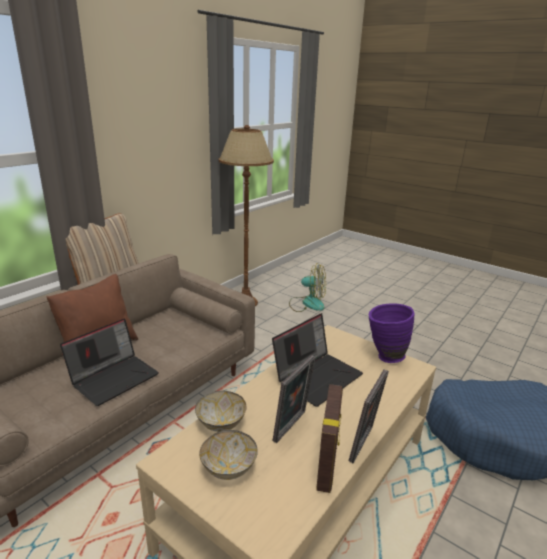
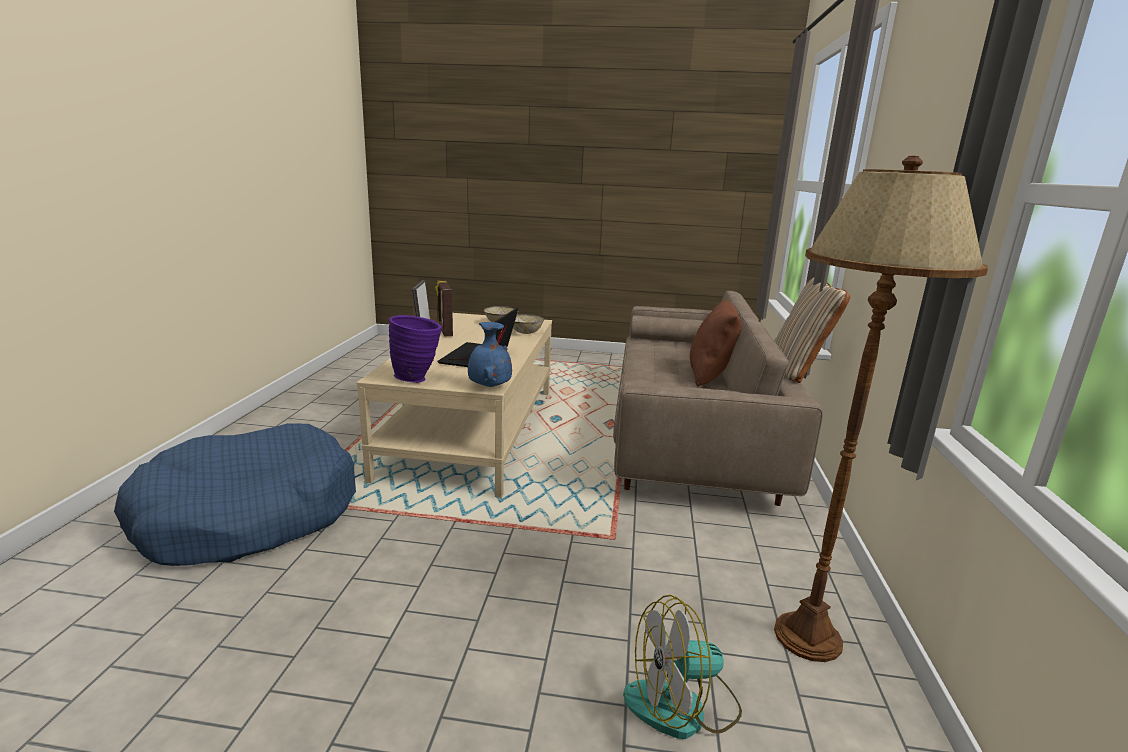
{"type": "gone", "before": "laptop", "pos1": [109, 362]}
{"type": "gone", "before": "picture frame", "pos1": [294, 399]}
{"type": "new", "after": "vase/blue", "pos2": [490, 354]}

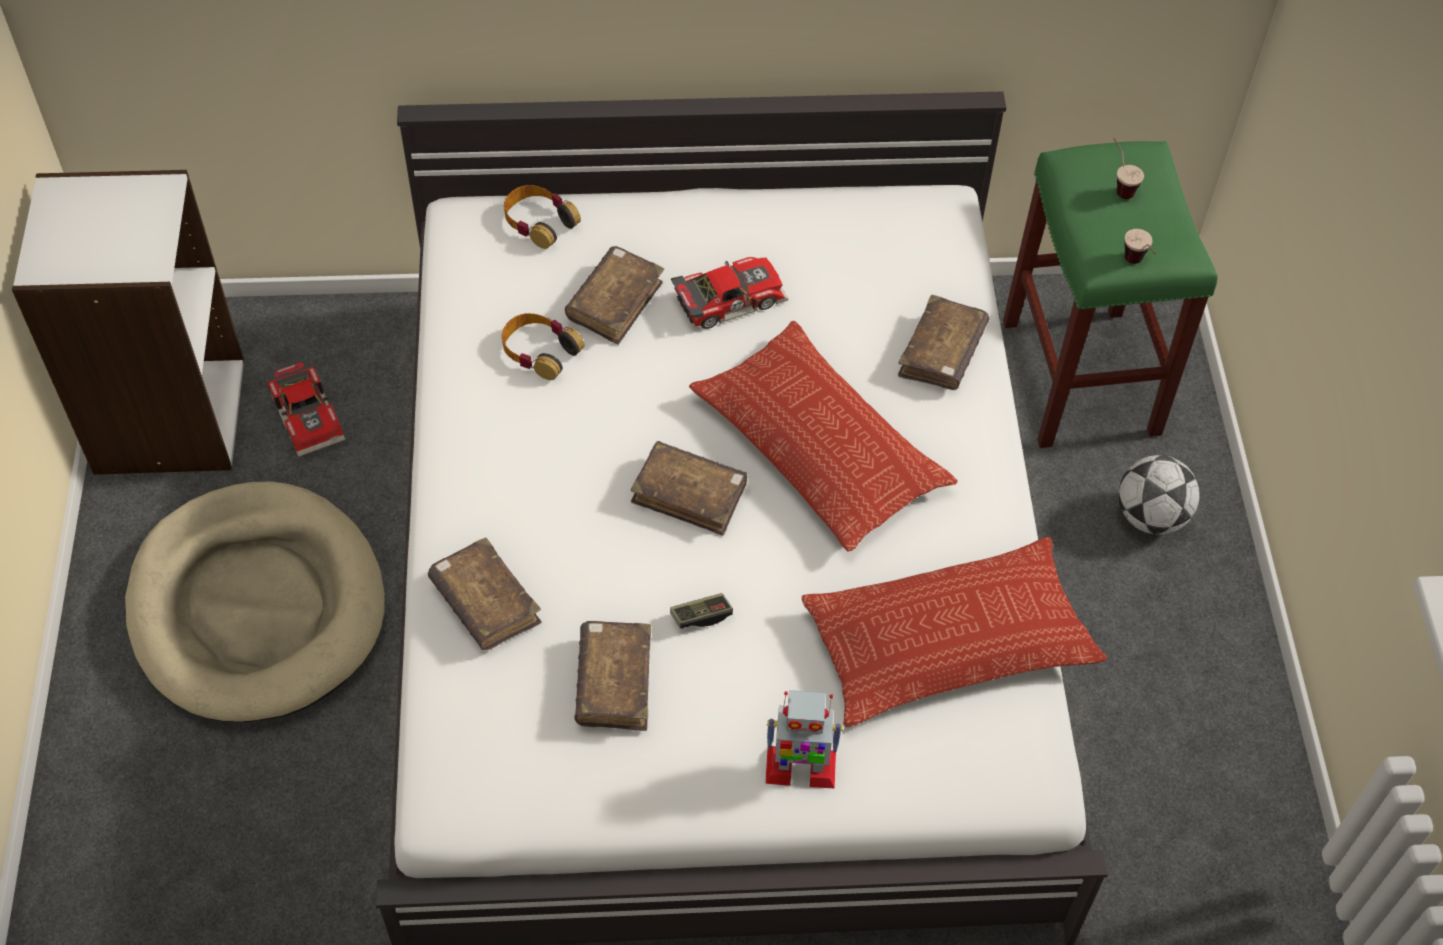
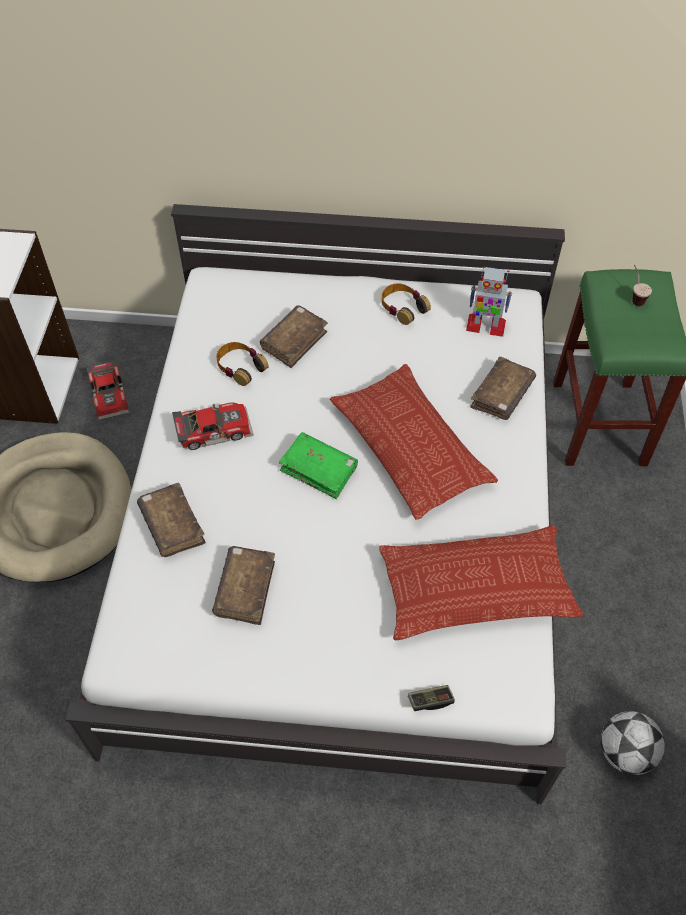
{"type": "gone", "before": "cup", "pos1": [1140, 246]}
{"type": "shifted", "before": "headphones", "pos1": [542, 217], "pos2": [406, 304]}
{"type": "shifted", "before": "game controller", "pos1": [701, 611], "pos2": [431, 698]}
{"type": "shifted", "before": "toy car", "pos1": [730, 293], "pos2": [213, 426]}
{"type": "shifted", "before": "toy robot", "pos1": [804, 739], "pos2": [489, 302]}
{"type": "shifted", "before": "football", "pos1": [1158, 495], "pos2": [633, 743]}
{"type": "repainted", "before": "book/brown", "after": "book/green", "pos1": [689, 488], "pos2": [318, 465]}

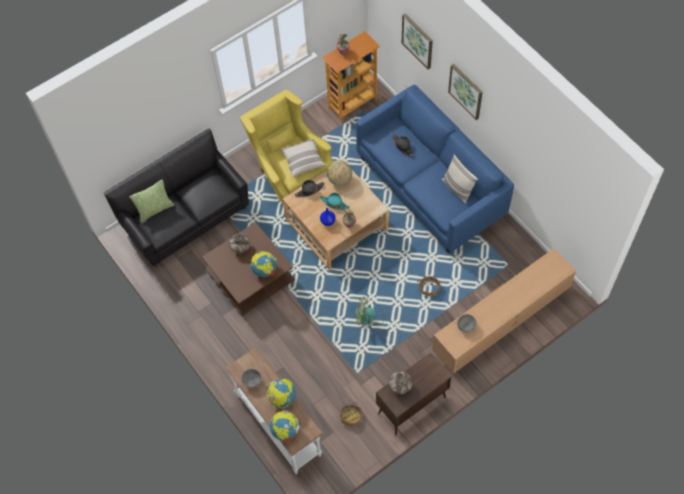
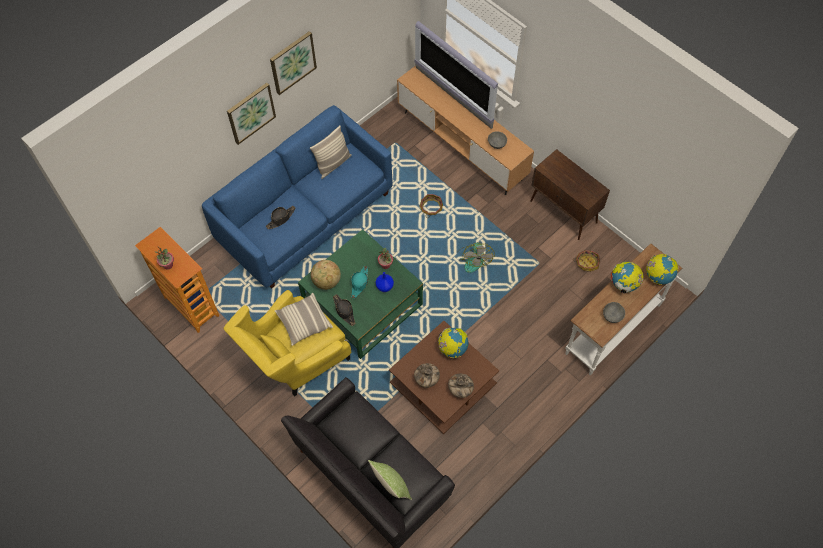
{"type": "new", "after": "television", "pos2": [456, 75]}
{"type": "shifted", "before": "vase", "pos1": [400, 382], "pos2": [461, 385]}
{"type": "shifted", "before": "picture", "pos1": [417, 41], "pos2": [293, 63]}
{"type": "repainted", "before": "coffee table/beige", "after": "coffee table/green", "pos1": [336, 215], "pos2": [360, 294]}

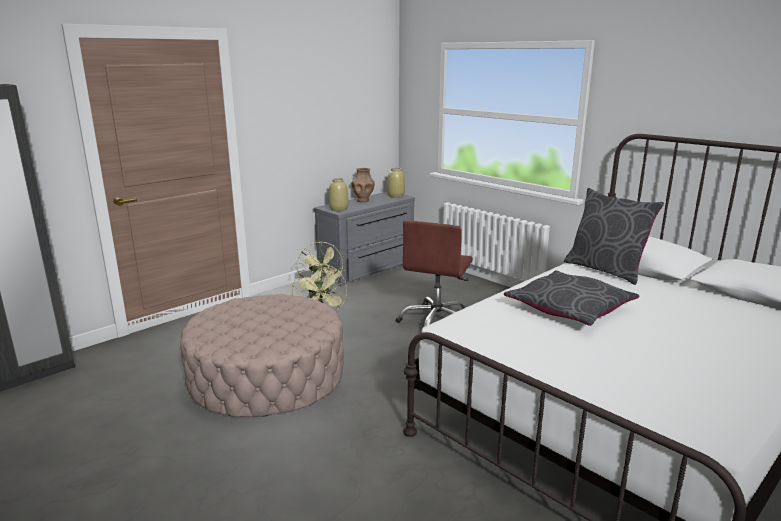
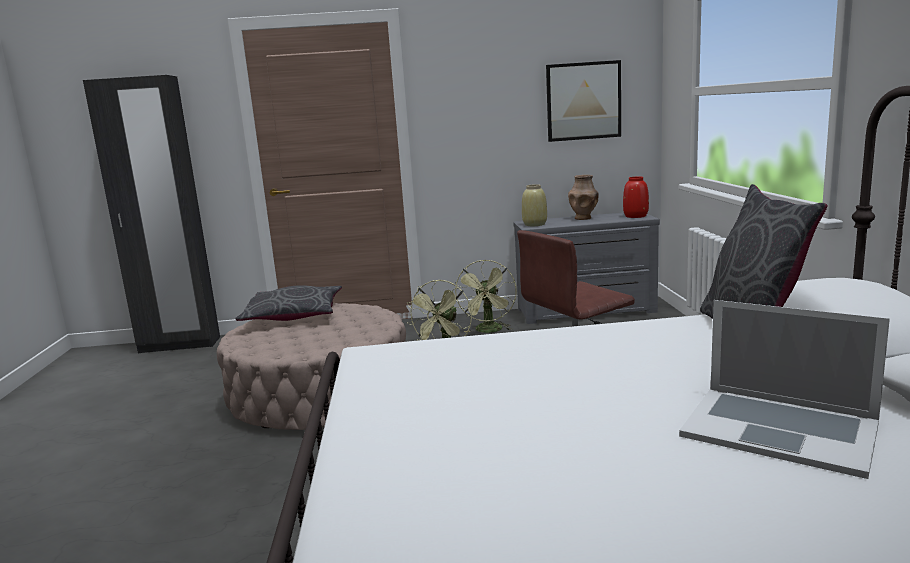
{"type": "new", "after": "picture", "pos2": [583, 101]}
{"type": "new", "after": "laptop", "pos2": [784, 389]}
{"type": "shifted", "before": "pillow/grey", "pos1": [571, 298], "pos2": [288, 303]}
{"type": "repainted", "before": "vase/beige", "after": "vase/red", "pos1": [396, 183], "pos2": [636, 197]}

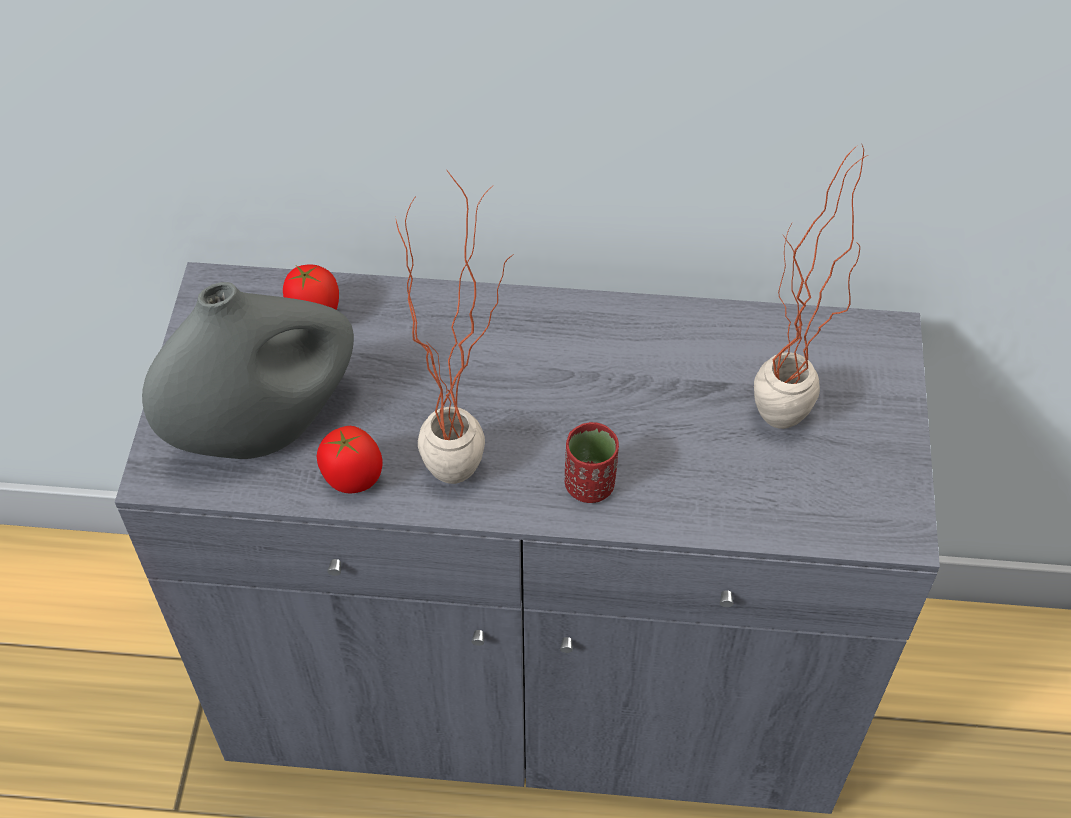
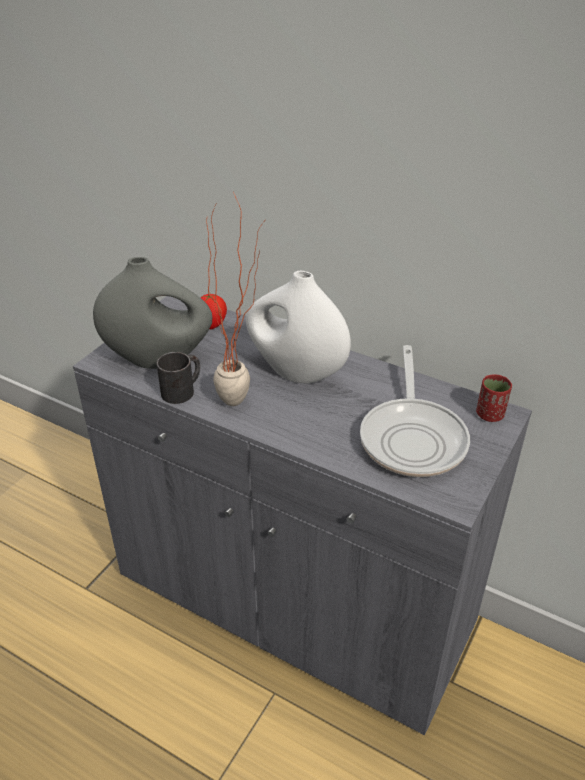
{"type": "new", "after": "vase/white", "pos2": [298, 327]}
{"type": "shifted", "before": "cup/red", "pos1": [592, 462], "pos2": [494, 398]}
{"type": "swapped", "before": "tomato", "after": "mug/black", "pos1": [350, 460], "pos2": [178, 378]}
{"type": "swapped", "before": "potted plant", "after": "frying pan", "pos1": [811, 286], "pos2": [415, 411]}

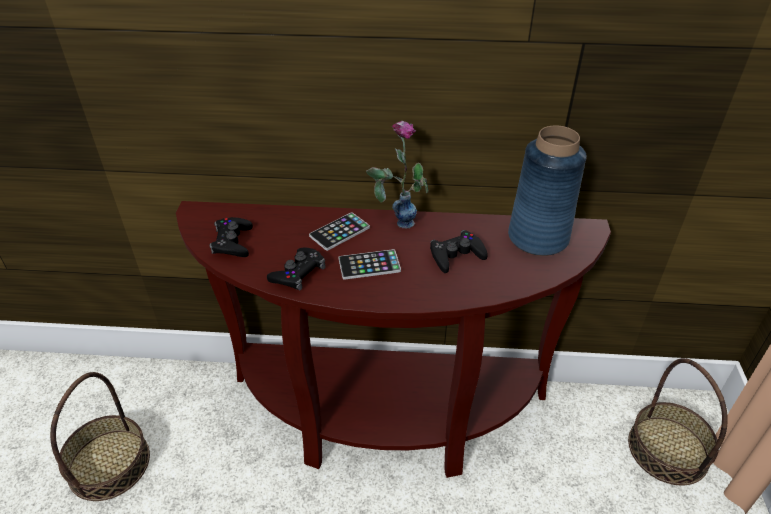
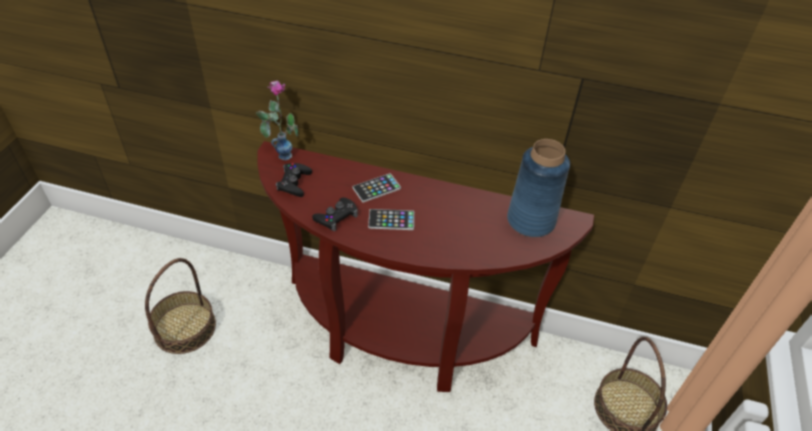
{"type": "gone", "before": "game controller/black", "pos1": [459, 251]}
{"type": "shifted", "before": "vase", "pos1": [397, 174], "pos2": [277, 120]}

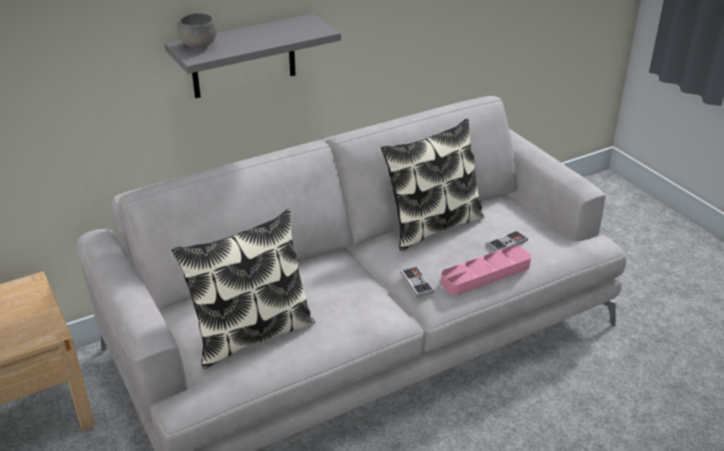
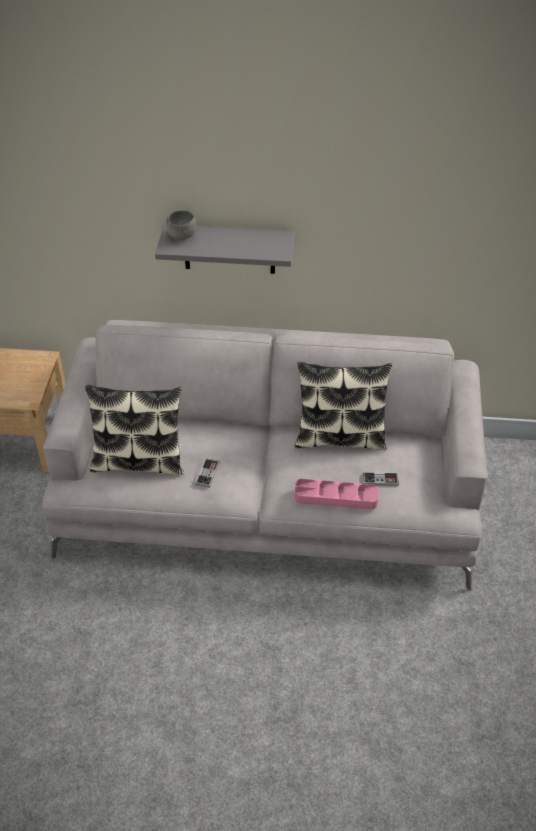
{"type": "shifted", "before": "game controller", "pos1": [417, 281], "pos2": [207, 473]}

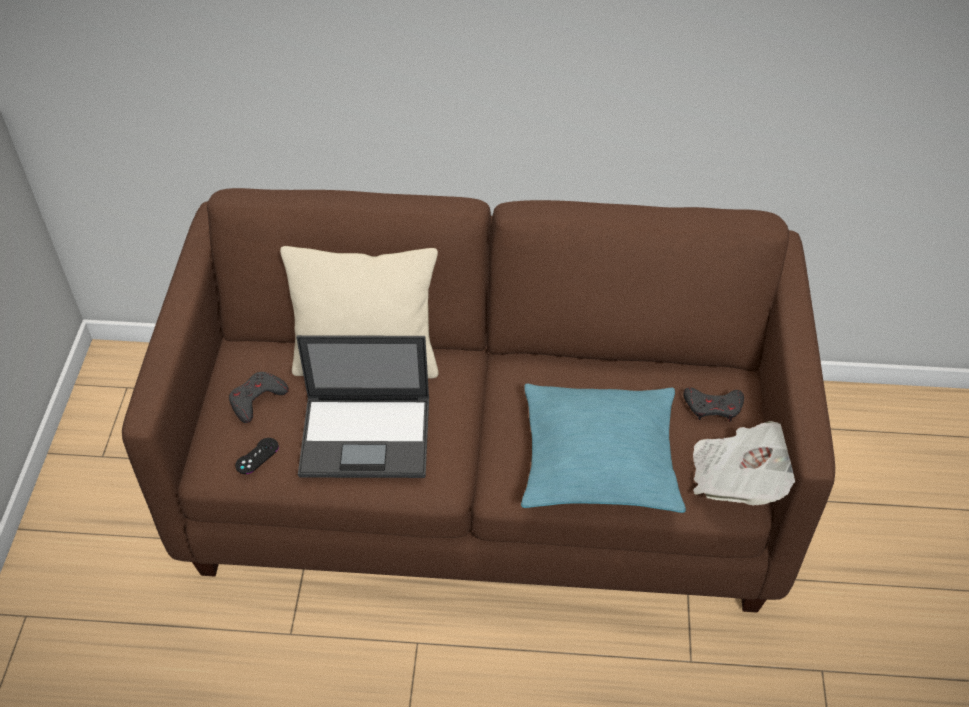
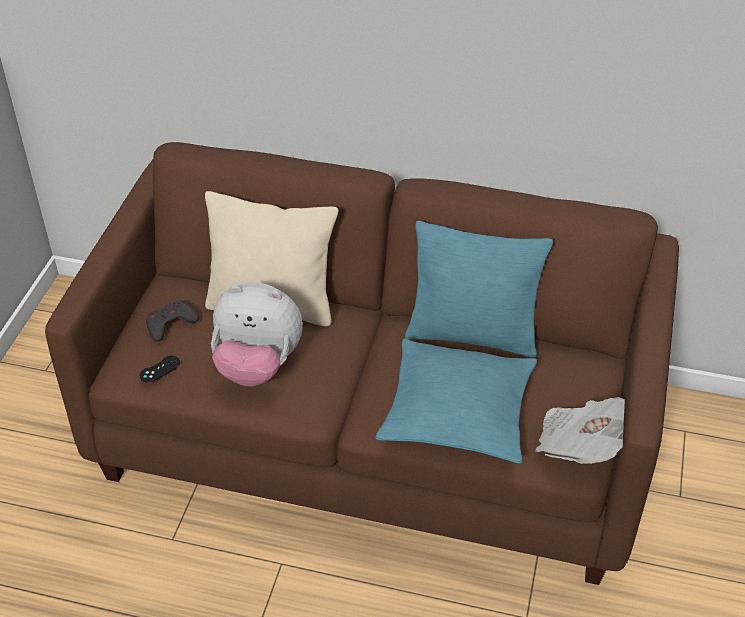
{"type": "gone", "before": "game controller/grey", "pos1": [713, 404]}
{"type": "new", "after": "pillow/turquoise", "pos2": [479, 289]}
{"type": "swapped", "before": "laptop", "after": "plush toy", "pos1": [362, 406], "pos2": [257, 335]}

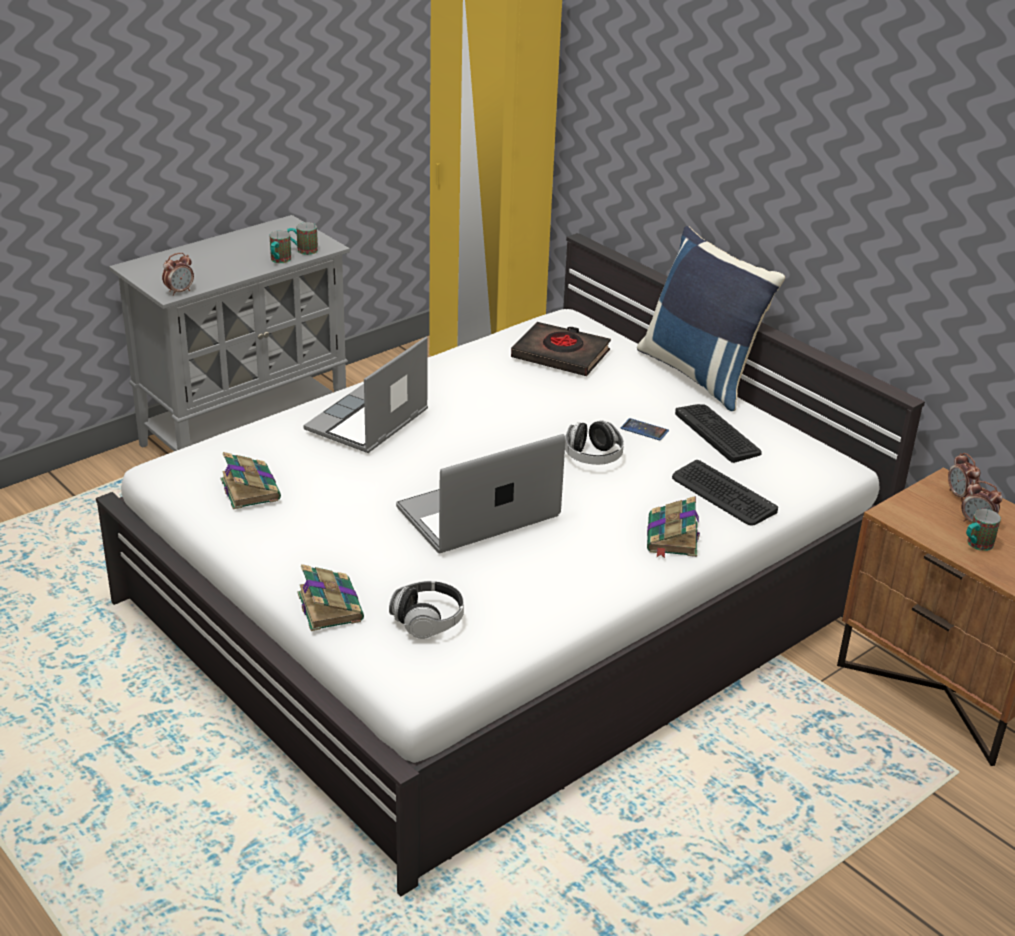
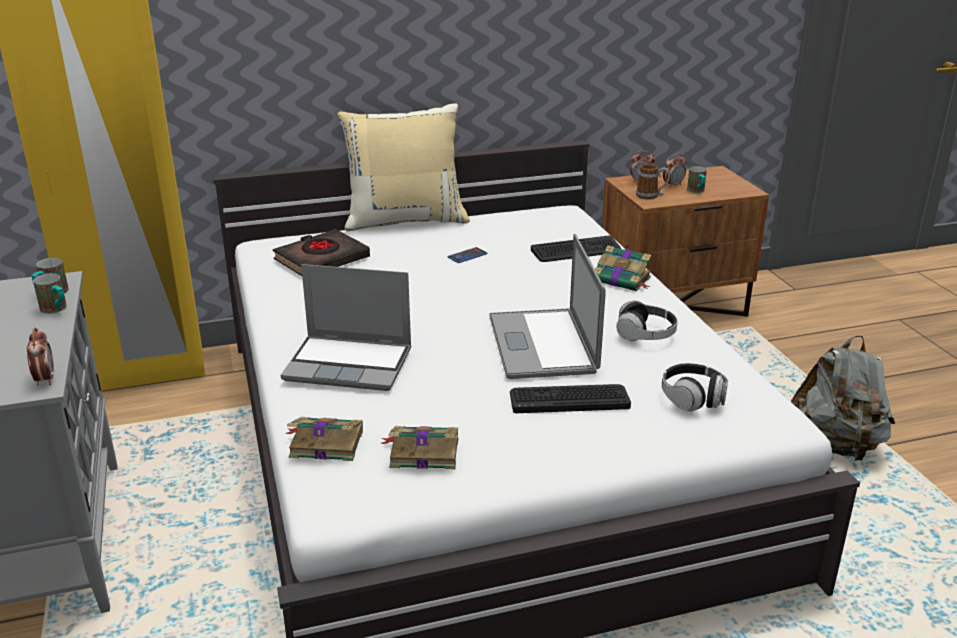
{"type": "new", "after": "mug", "pos2": [653, 182]}
{"type": "new", "after": "backpack/grey", "pos2": [843, 398]}
{"type": "shifted", "before": "book", "pos1": [330, 597], "pos2": [324, 439]}
{"type": "shifted", "before": "headphones", "pos1": [594, 442], "pos2": [647, 321]}
{"type": "shifted", "before": "keyboard", "pos1": [718, 433], "pos2": [570, 398]}
{"type": "repainted", "before": "pillow/blue", "after": "pillow/beige", "pos1": [711, 318], "pos2": [403, 167]}
{"type": "rotated", "before": "laptop", "pos1": [365, 395], "pos2": [346, 327], "turn": -45}

